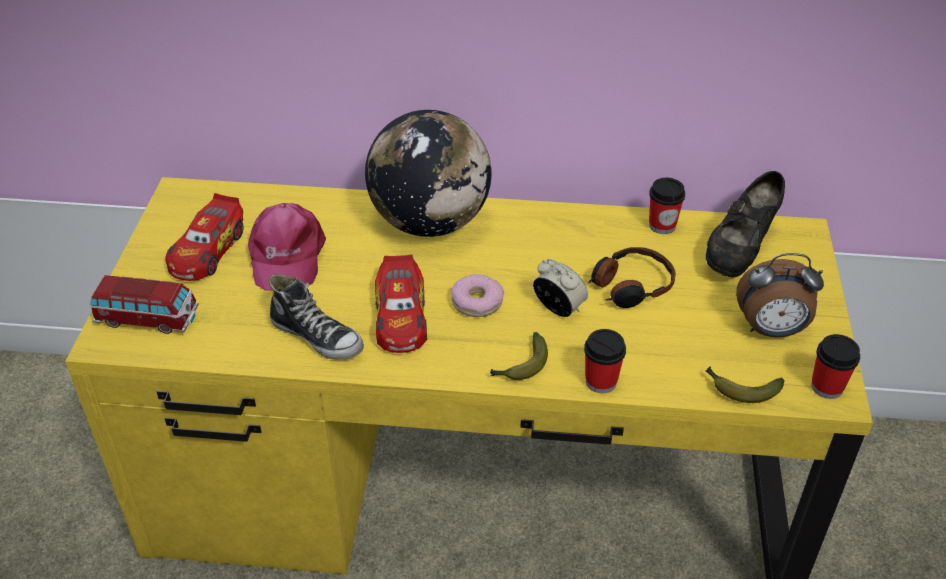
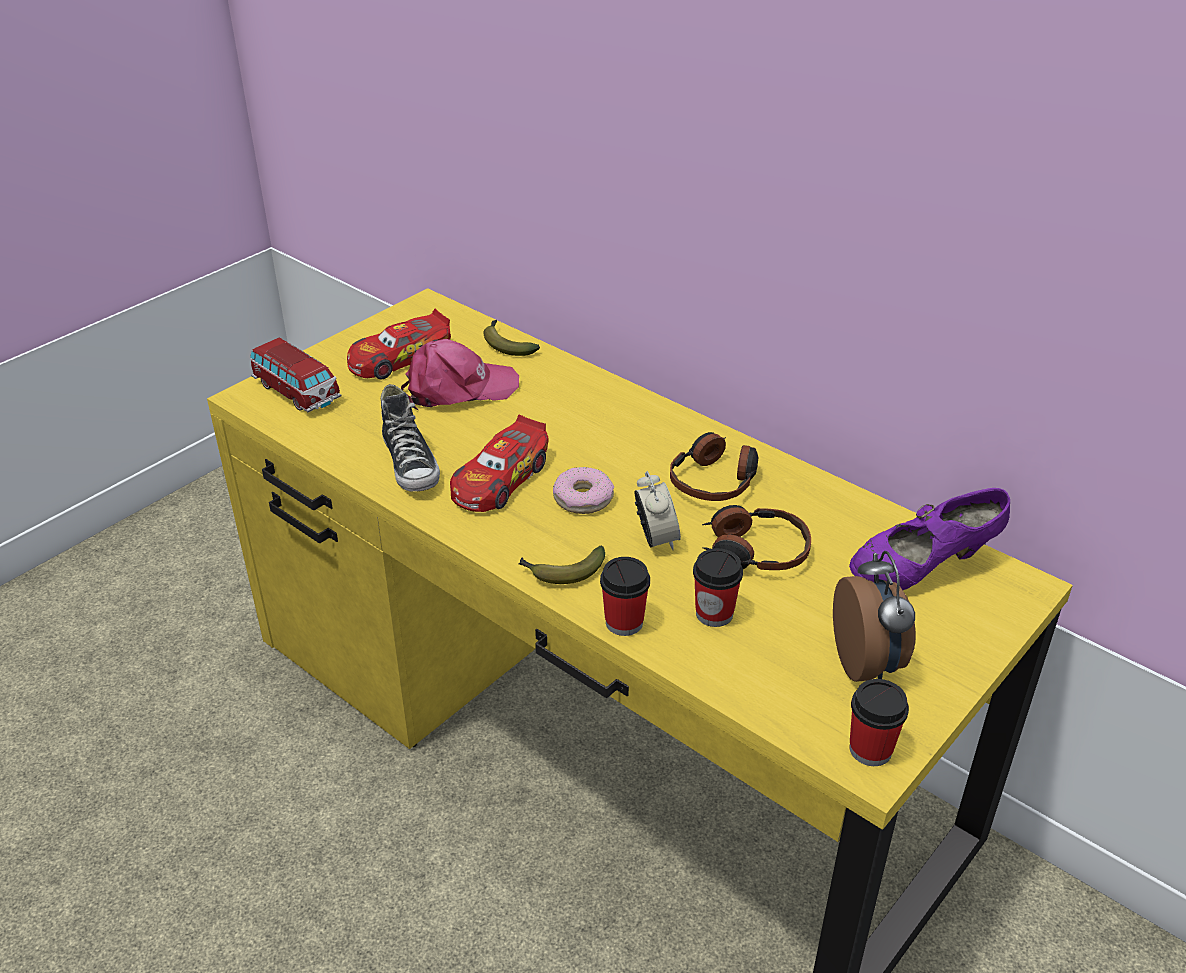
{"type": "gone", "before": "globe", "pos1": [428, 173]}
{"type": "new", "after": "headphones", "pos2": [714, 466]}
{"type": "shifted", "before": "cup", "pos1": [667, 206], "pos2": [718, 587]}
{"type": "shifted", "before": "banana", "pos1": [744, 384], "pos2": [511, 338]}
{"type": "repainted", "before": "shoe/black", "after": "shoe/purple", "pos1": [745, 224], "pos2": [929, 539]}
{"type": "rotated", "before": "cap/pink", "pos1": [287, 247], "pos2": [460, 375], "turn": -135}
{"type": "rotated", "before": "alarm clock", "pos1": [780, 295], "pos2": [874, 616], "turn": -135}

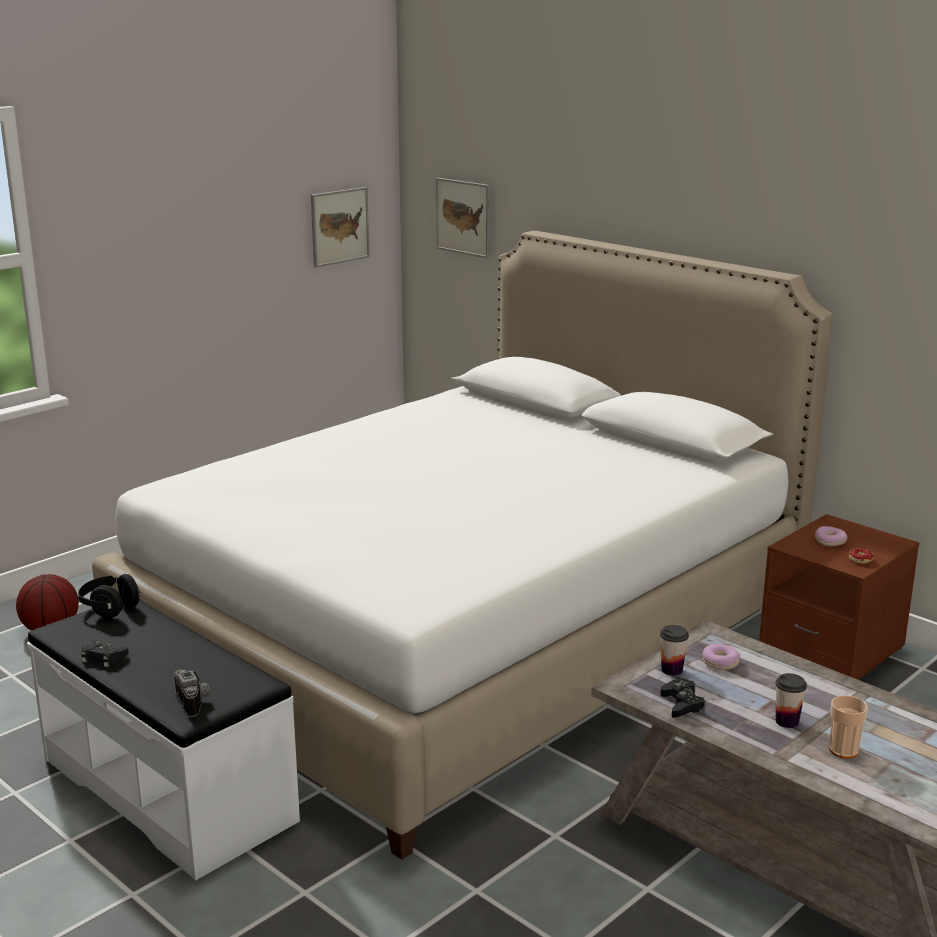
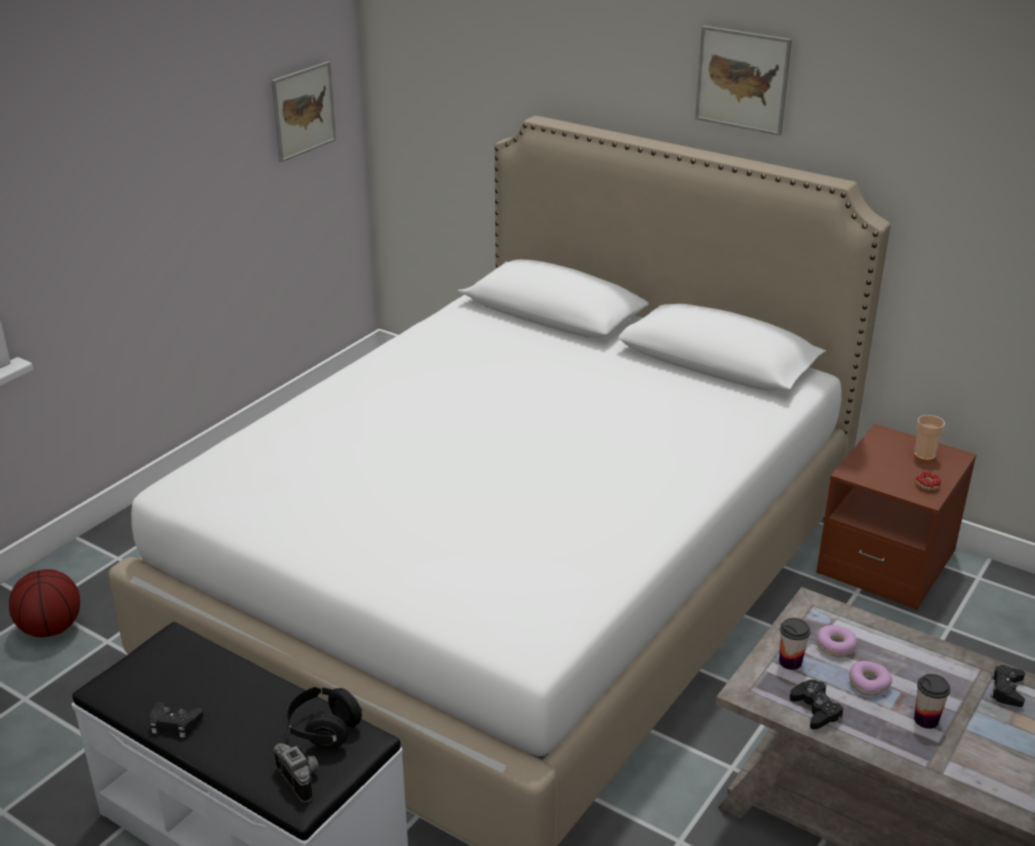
{"type": "new", "after": "game controller/black", "pos2": [1007, 686]}
{"type": "shifted", "before": "headphones/black", "pos1": [109, 596], "pos2": [324, 718]}
{"type": "shifted", "before": "picture", "pos1": [463, 218], "pos2": [743, 81]}
{"type": "shifted", "before": "donut", "pos1": [831, 536], "pos2": [870, 678]}
{"type": "shifted", "before": "cup", "pos1": [848, 727], "pos2": [929, 438]}

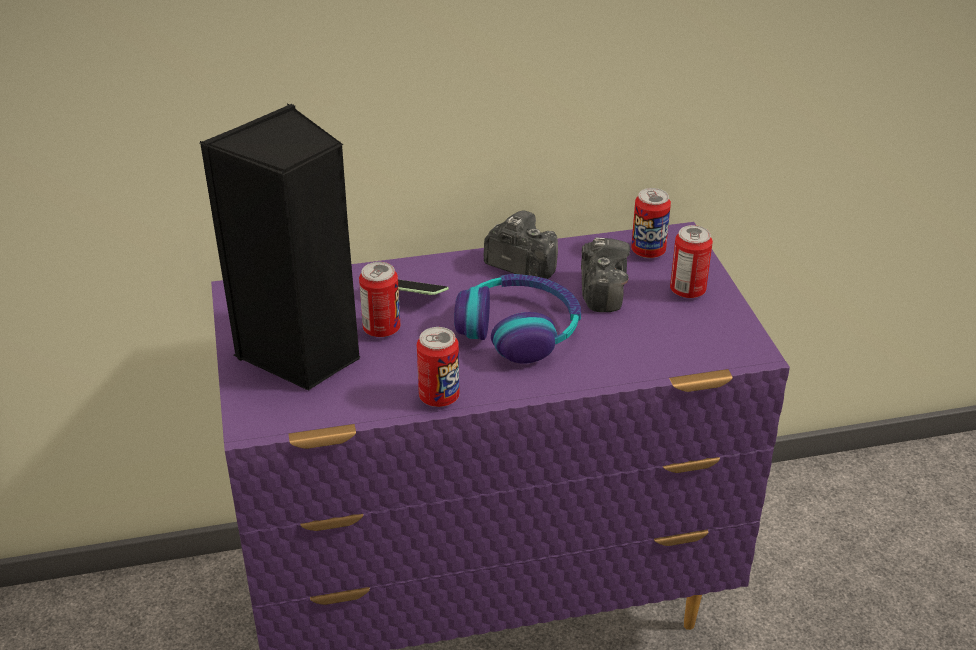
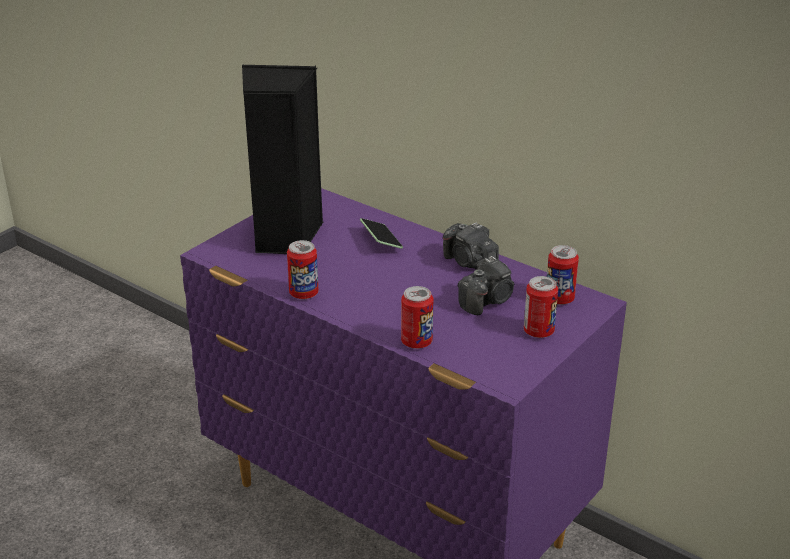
{"type": "gone", "before": "headphones", "pos1": [517, 319]}
{"type": "shifted", "before": "can", "pos1": [379, 299], "pos2": [417, 317]}
{"type": "rotated", "before": "photo camera", "pos1": [520, 244], "pos2": [471, 246], "turn": 150}

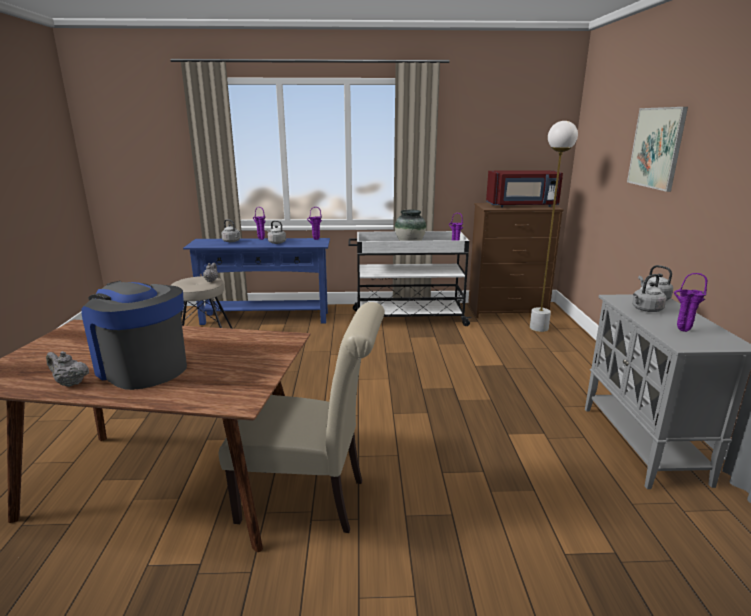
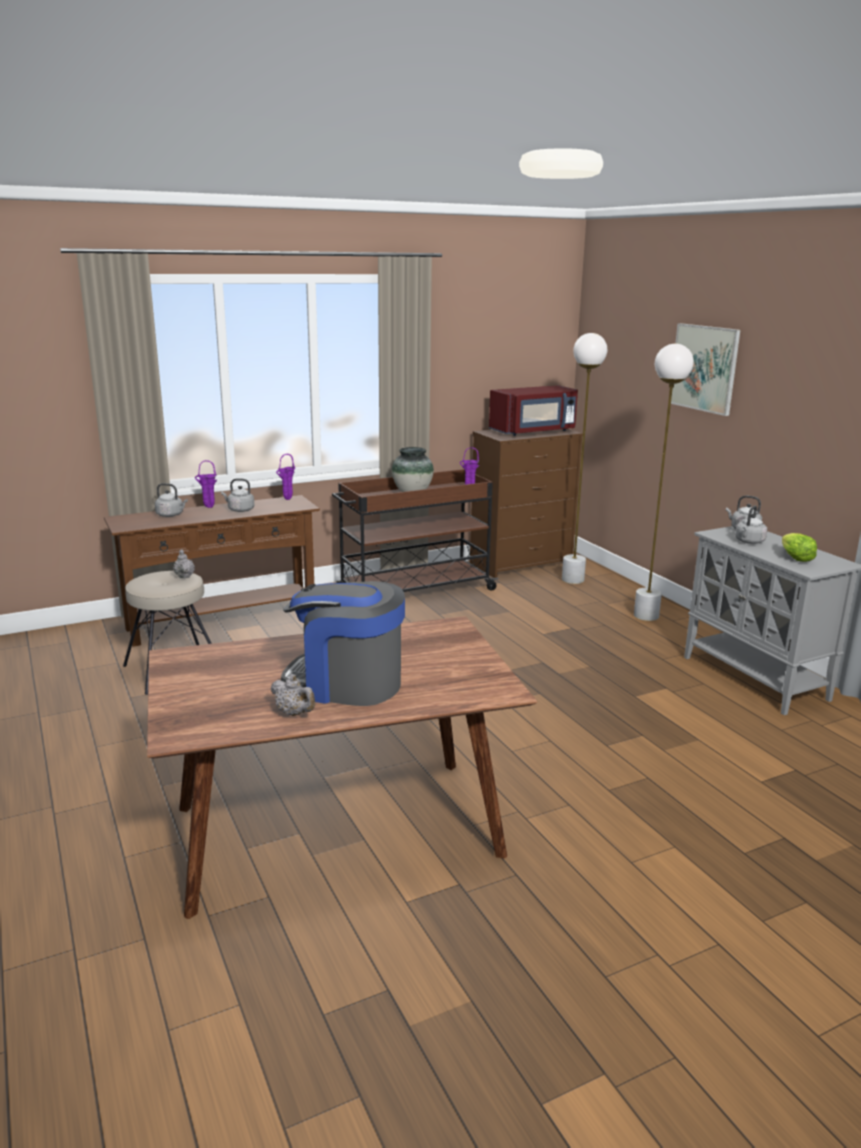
{"type": "gone", "before": "chair/beige", "pos1": [302, 417]}
{"type": "new", "after": "floor lamp/white", "pos2": [664, 482]}
{"type": "swapped", "before": "vase/purple", "after": "lettuce", "pos1": [690, 302], "pos2": [799, 547]}
{"type": "repainted", "before": "console table/blue", "after": "console table/brown", "pos1": [256, 281], "pos2": [212, 571]}
{"type": "repainted", "before": "cart/white", "after": "cart/brown", "pos1": [410, 278], "pos2": [415, 530]}
{"type": "rotated", "before": "teapot/grey", "pos1": [67, 369], "pos2": [293, 695], "turn": -135}

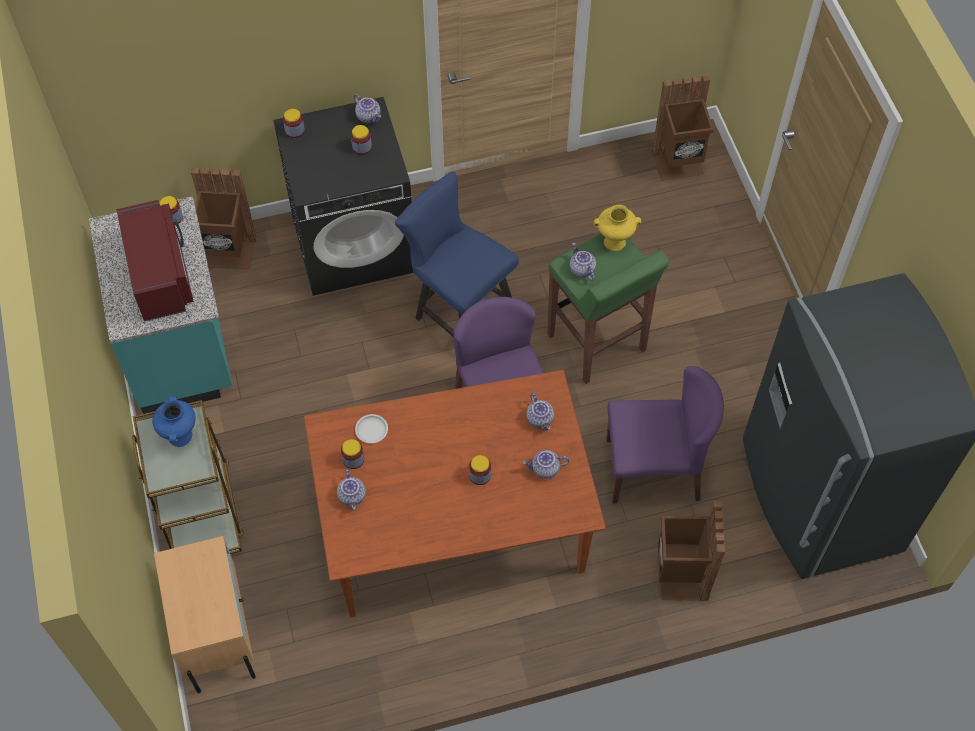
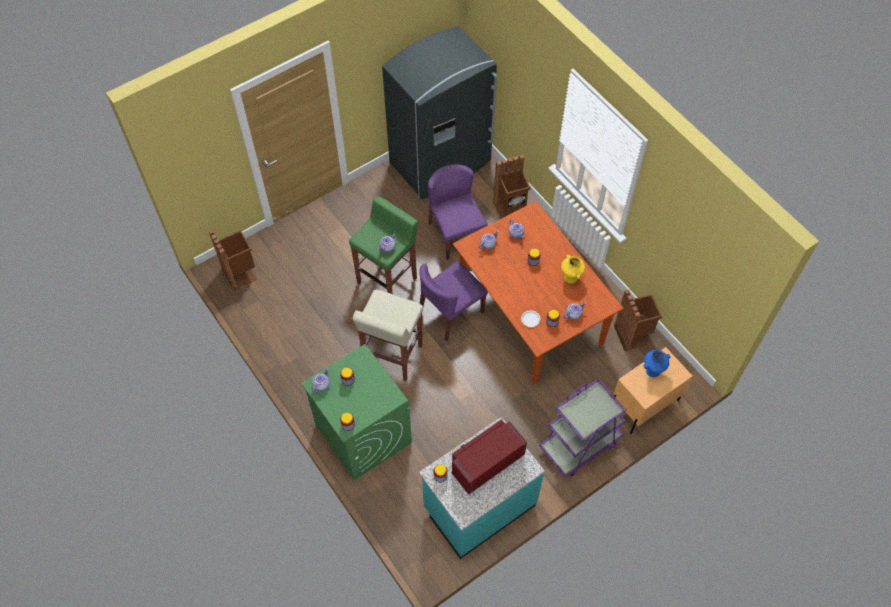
{"type": "shifted", "before": "vase/blue", "pos1": [173, 421], "pos2": [657, 363]}
{"type": "shifted", "before": "trash can/brown", "pos1": [223, 218], "pos2": [638, 320]}
{"type": "shifted", "before": "vase/yellow", "pos1": [617, 228], "pos2": [573, 269]}
{"type": "swapped", "before": "chair/blue", "after": "stool/beige", "pos1": [457, 254], "pos2": [387, 335]}
{"type": "repainted", "before": "cart/brown", "after": "cart/purple", "pos1": [188, 477], "pos2": [583, 427]}
{"type": "repainted", "before": "washing machine/black", "after": "washing machine/green", "pos1": [343, 196], "pos2": [356, 412]}

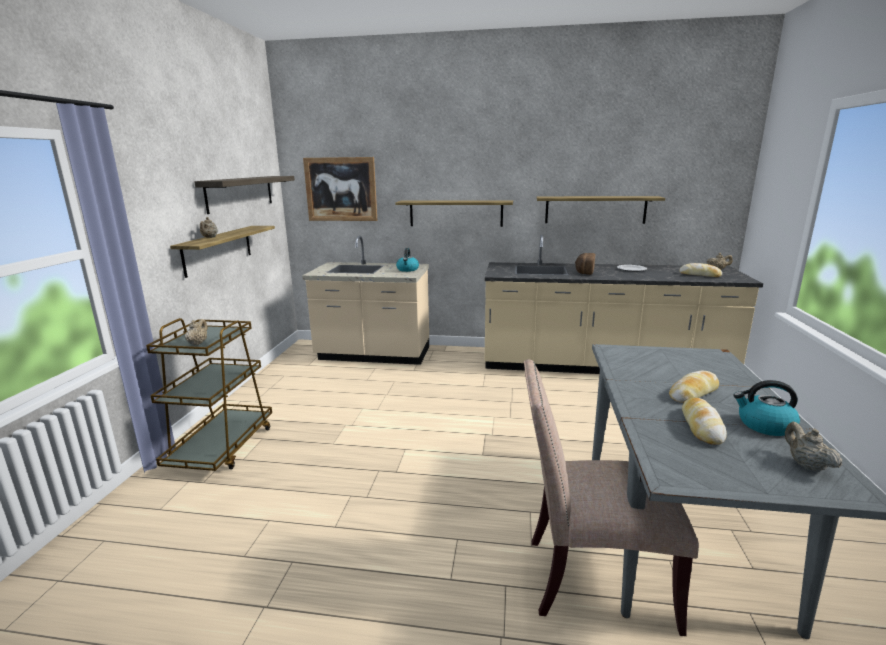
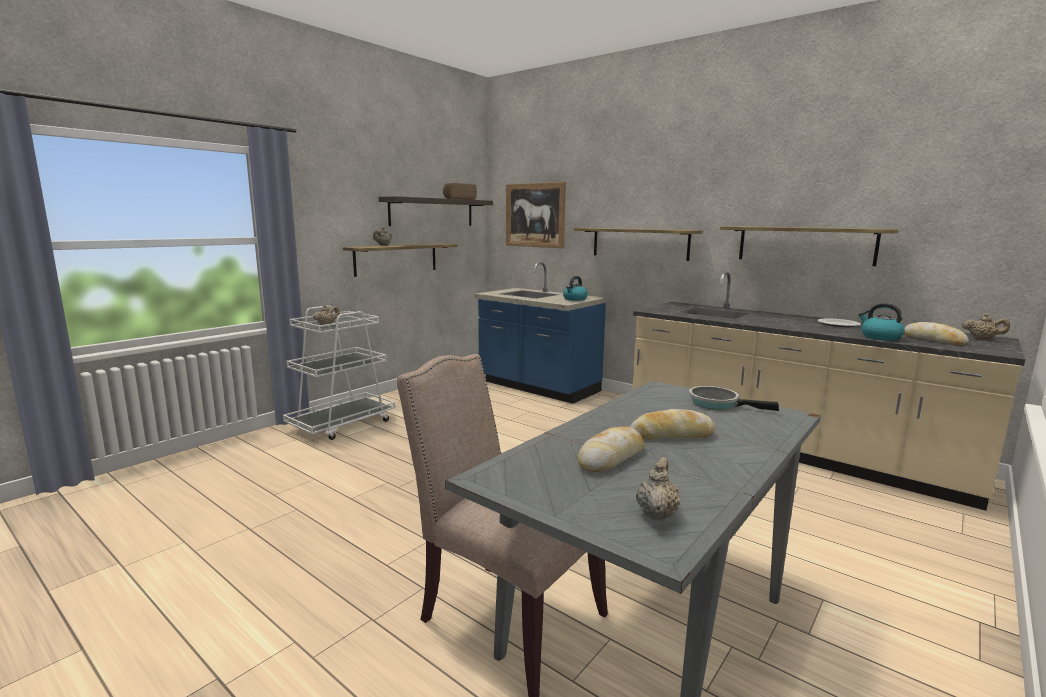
{"type": "new", "after": "frying pan", "pos2": [734, 398]}
{"type": "shifted", "before": "bread", "pos1": [585, 264], "pos2": [460, 191]}
{"type": "shifted", "before": "kettle", "pos1": [766, 408], "pos2": [882, 322]}
{"type": "repainted", "before": "cart/brown", "after": "cart/white", "pos1": [209, 394], "pos2": [339, 372]}
{"type": "repainted", "before": "counter/beige", "after": "counter/blue", "pos1": [365, 300], "pos2": [541, 333]}

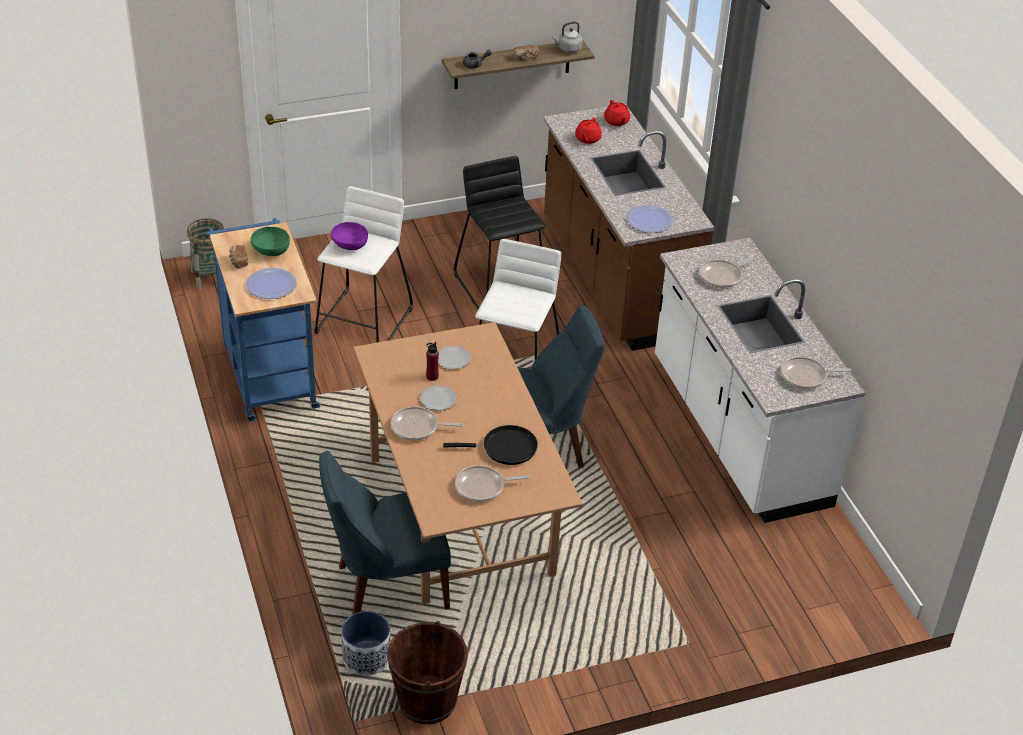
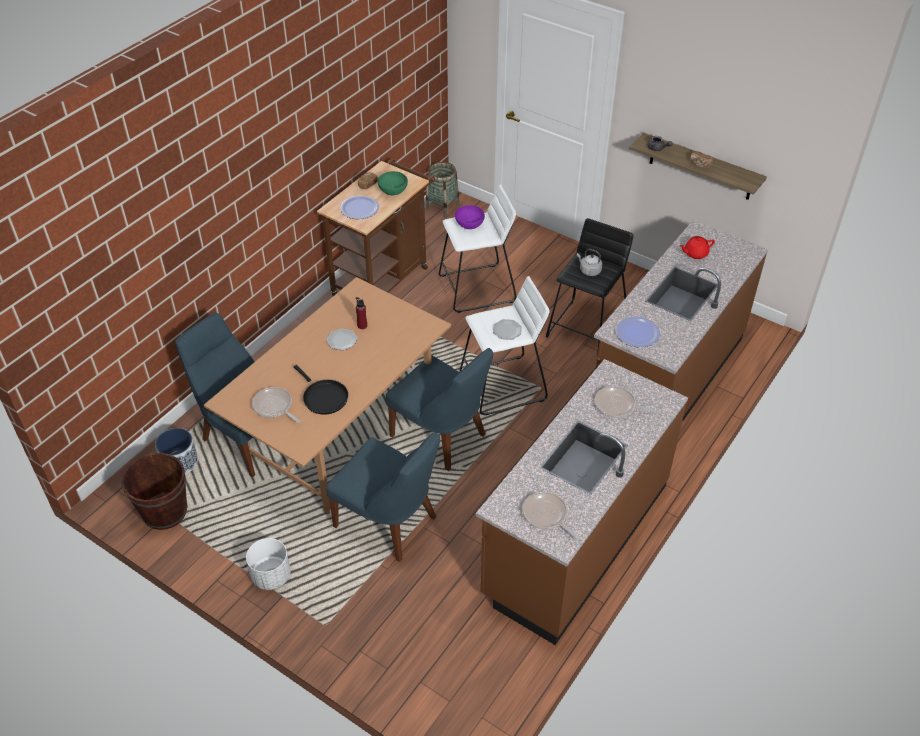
{"type": "gone", "before": "frying pan", "pos1": [427, 424]}
{"type": "gone", "before": "teapot/red", "pos1": [617, 113]}
{"type": "new", "after": "planter/white", "pos2": [268, 564]}
{"type": "new", "after": "chair/blue", "pos2": [383, 497]}
{"type": "shifted", "before": "plate", "pos1": [454, 357], "pos2": [507, 329]}
{"type": "shifted", "before": "kettle/grey", "pos1": [567, 37], "pos2": [589, 262]}
{"type": "repainted", "before": "cart/blue", "after": "cart/brown", "pos1": [263, 320], "pos2": [376, 227]}
{"type": "repainted", "before": "counter/white", "after": "counter/brown", "pos1": [760, 380], "pos2": [582, 502]}

